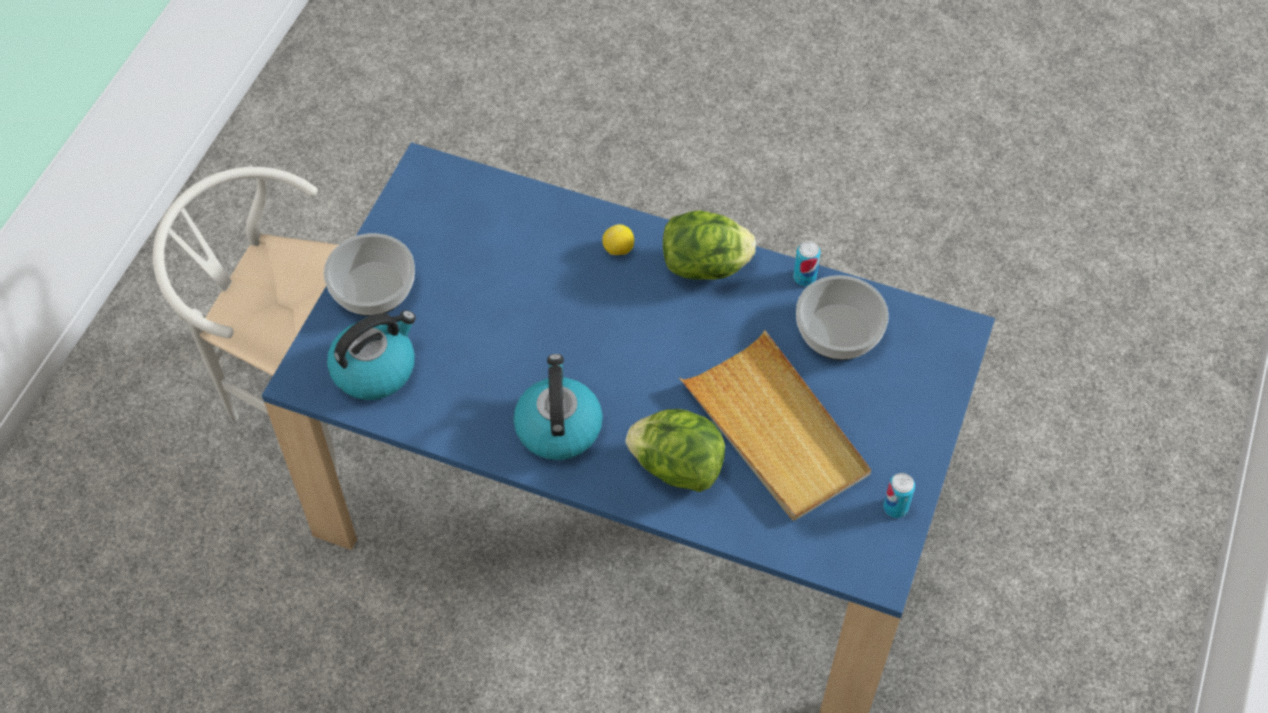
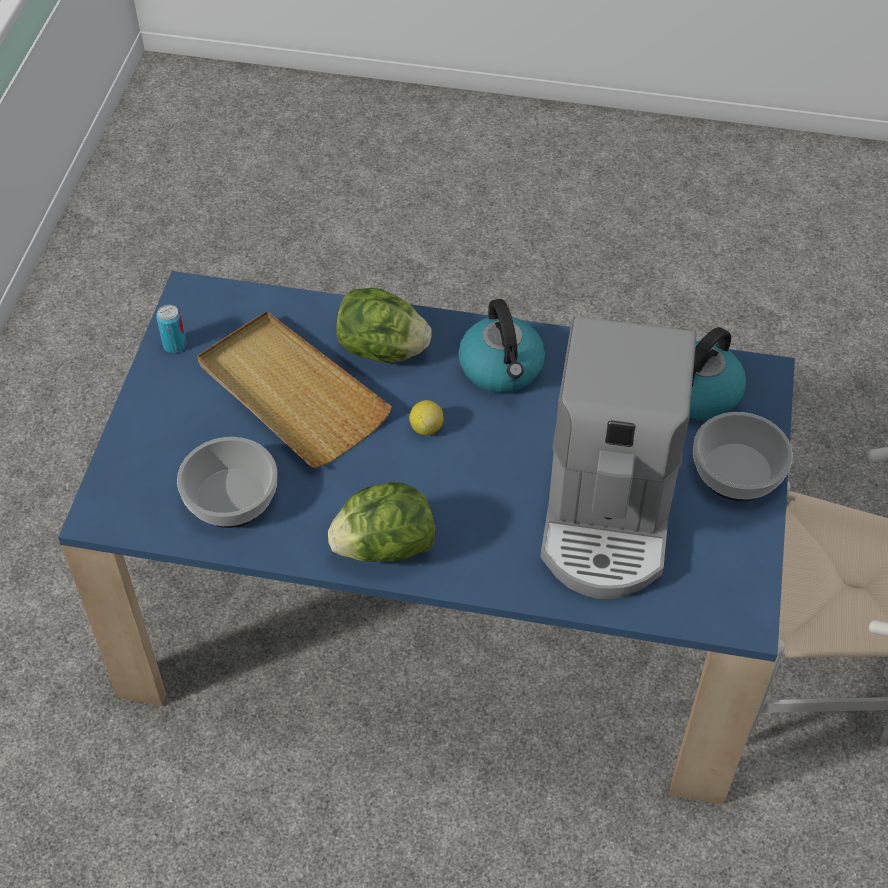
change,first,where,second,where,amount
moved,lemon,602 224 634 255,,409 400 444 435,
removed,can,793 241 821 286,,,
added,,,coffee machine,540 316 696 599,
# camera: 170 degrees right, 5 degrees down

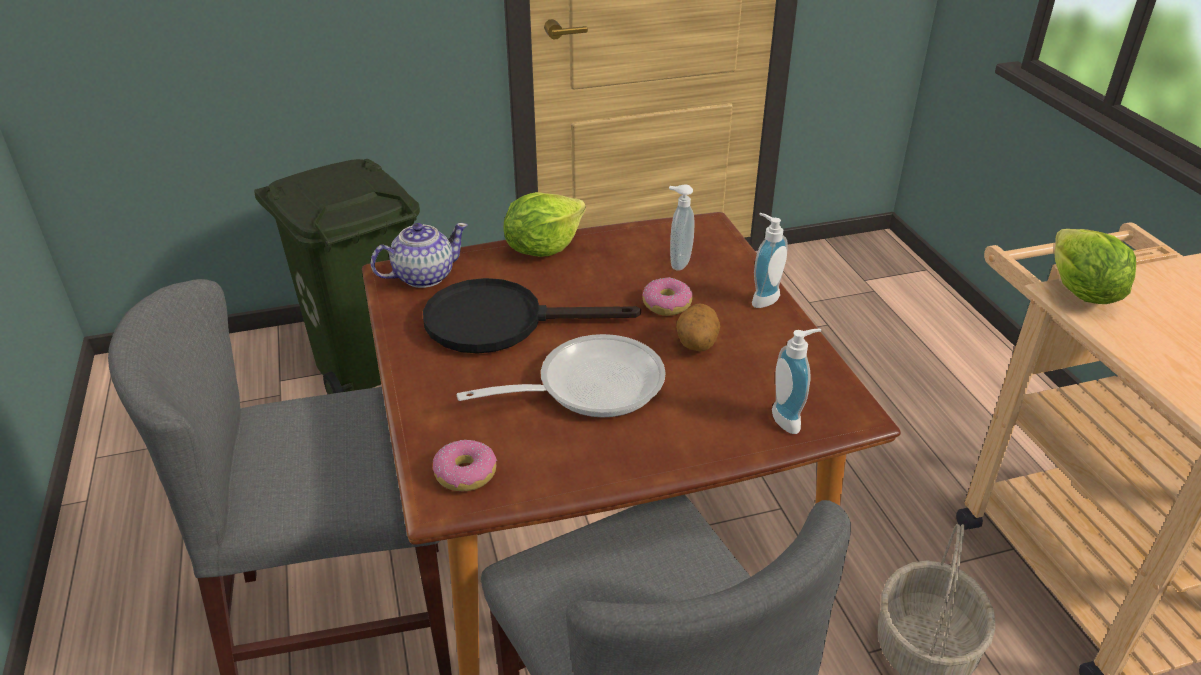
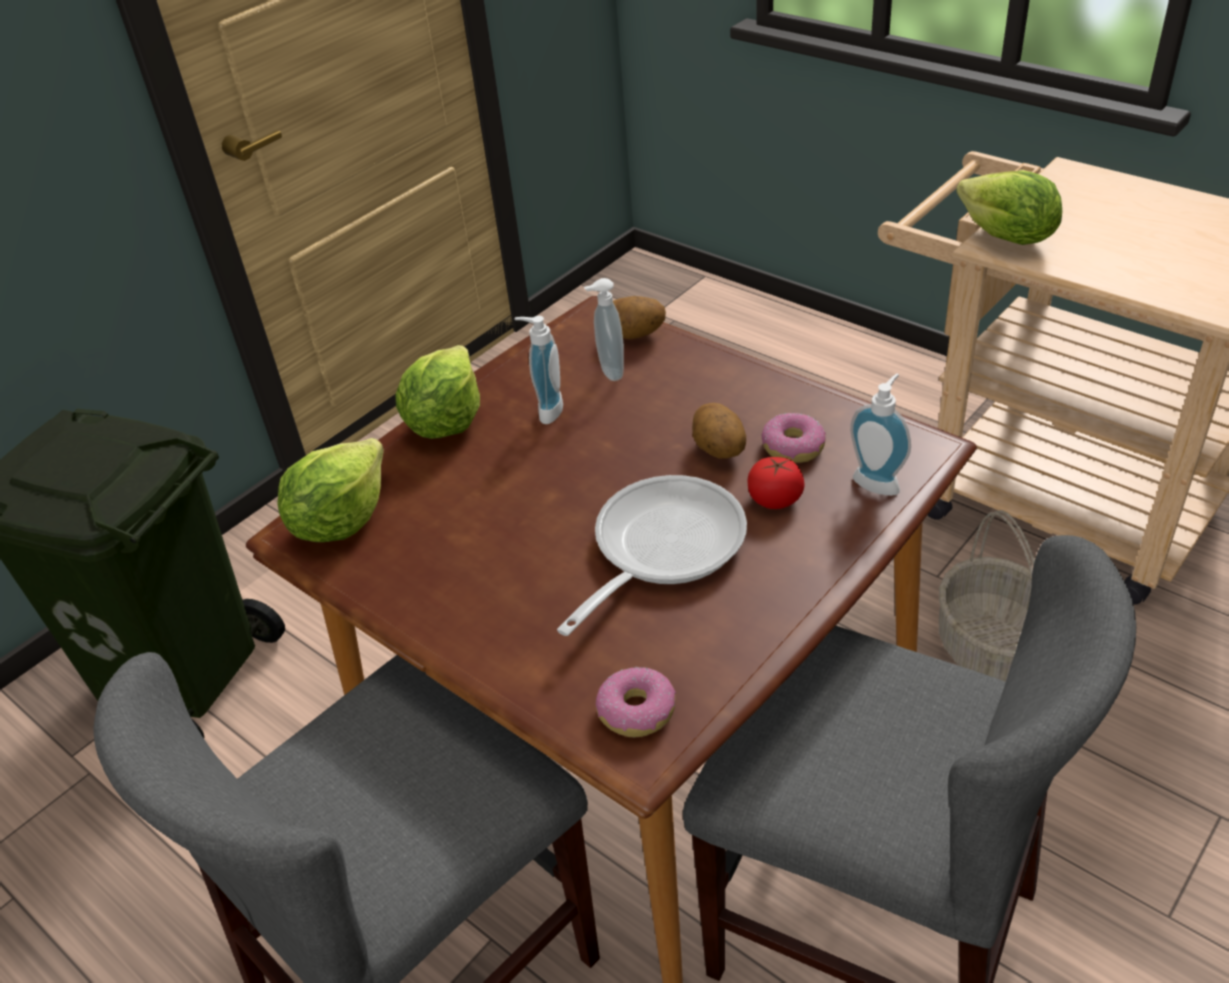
change,first,where,second,where,amount
moved,soap dispenser,752 213 788 308,,515 316 563 424,
replaced,teapot,371 223 468 288,lettuce,278 438 384 542,
moved,donut,642 277 692 316,,762 413 826 463,
removed,black frying pan,423 278 641 354,,,
added,,,potato,613 296 666 340,
added,,,tomato,747 457 804 509,
# camera: 30 degrees left, 5 degrees up

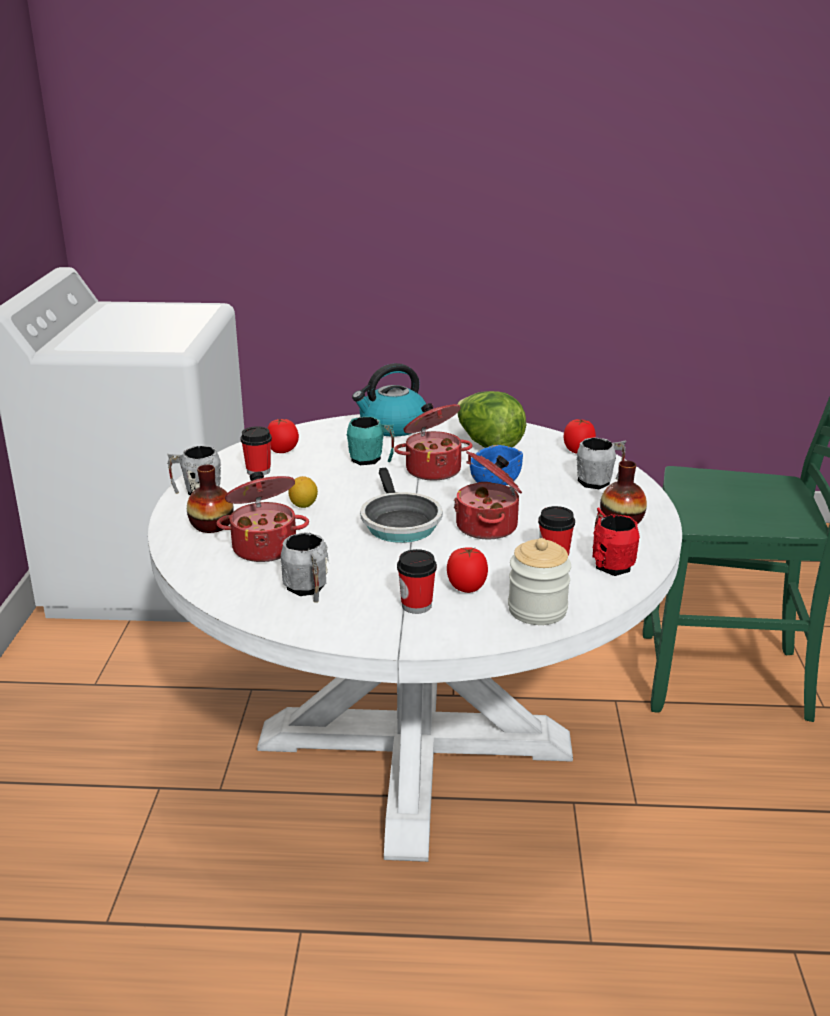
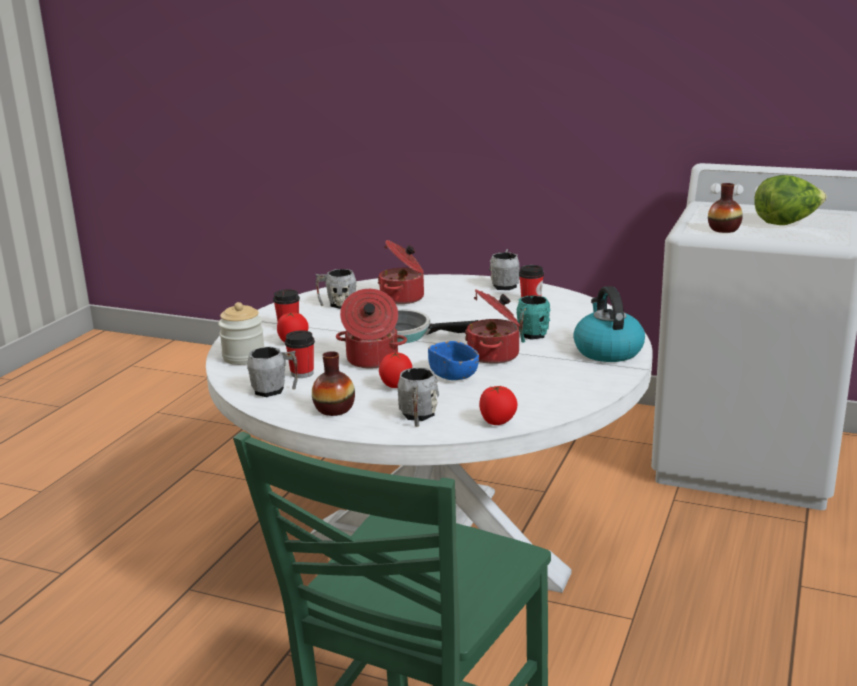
change,first,where,second,where,amount
moved,lettuce,457 391 526 448,,754 175 827 225,
moved,tomato,268 418 299 453,,379 352 413 388,
moved,vase,187 465 234 533,,708 183 743 233,
removed,lemon,288 476 318 508,,,
recoloured,red mug,593 507 640 576,grey mug,247 346 298 397,
# camera: 110 degrees right, 5 degrees down

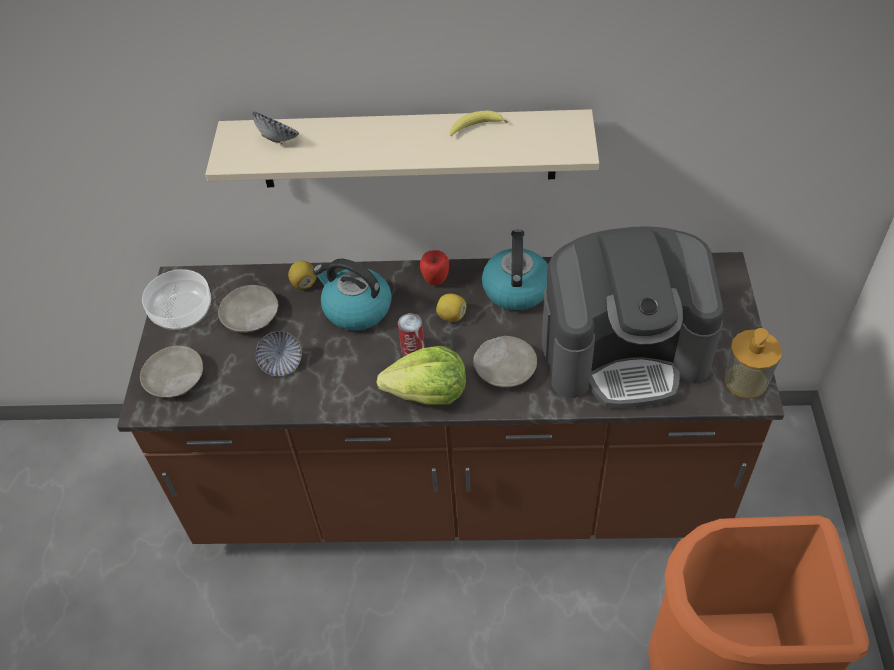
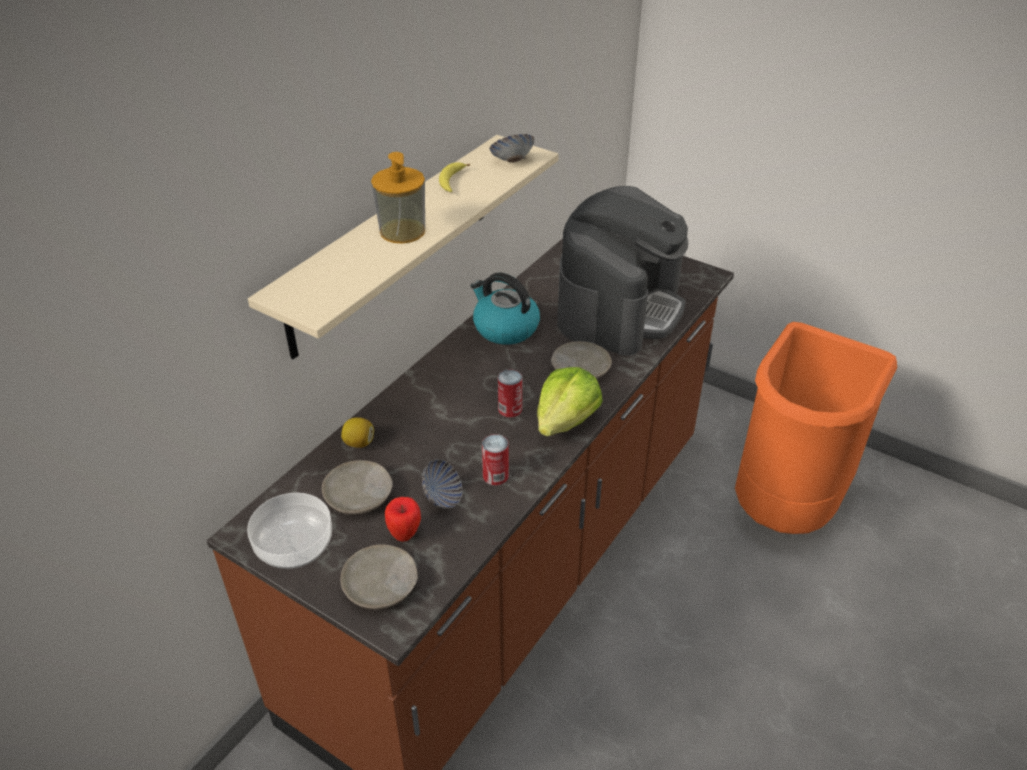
change,first,where,second,where,amount
moved,bowl,252 111 299 144,,490 134 534 163,
moved,apple,420 250 449 285,,385 497 421 542,
removed,kettle,313 259 392 331,,,
removed,lemon,436 293 467 322,,,
moved,soap dispenser,725 328 782 398,,371 152 425 243,
added,,,can,482 434 509 486,
# camera: 60 degrees left, 10 degrees down

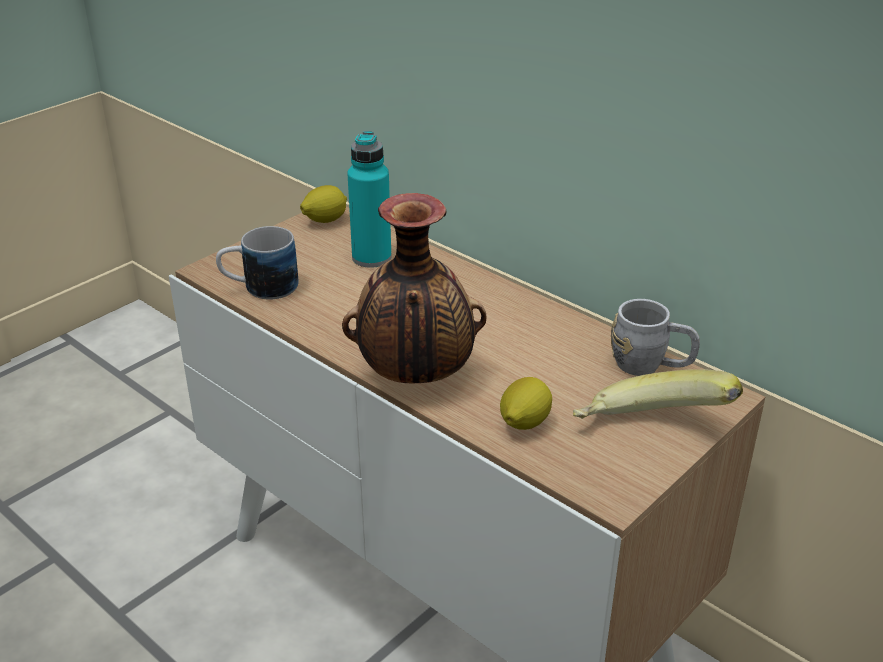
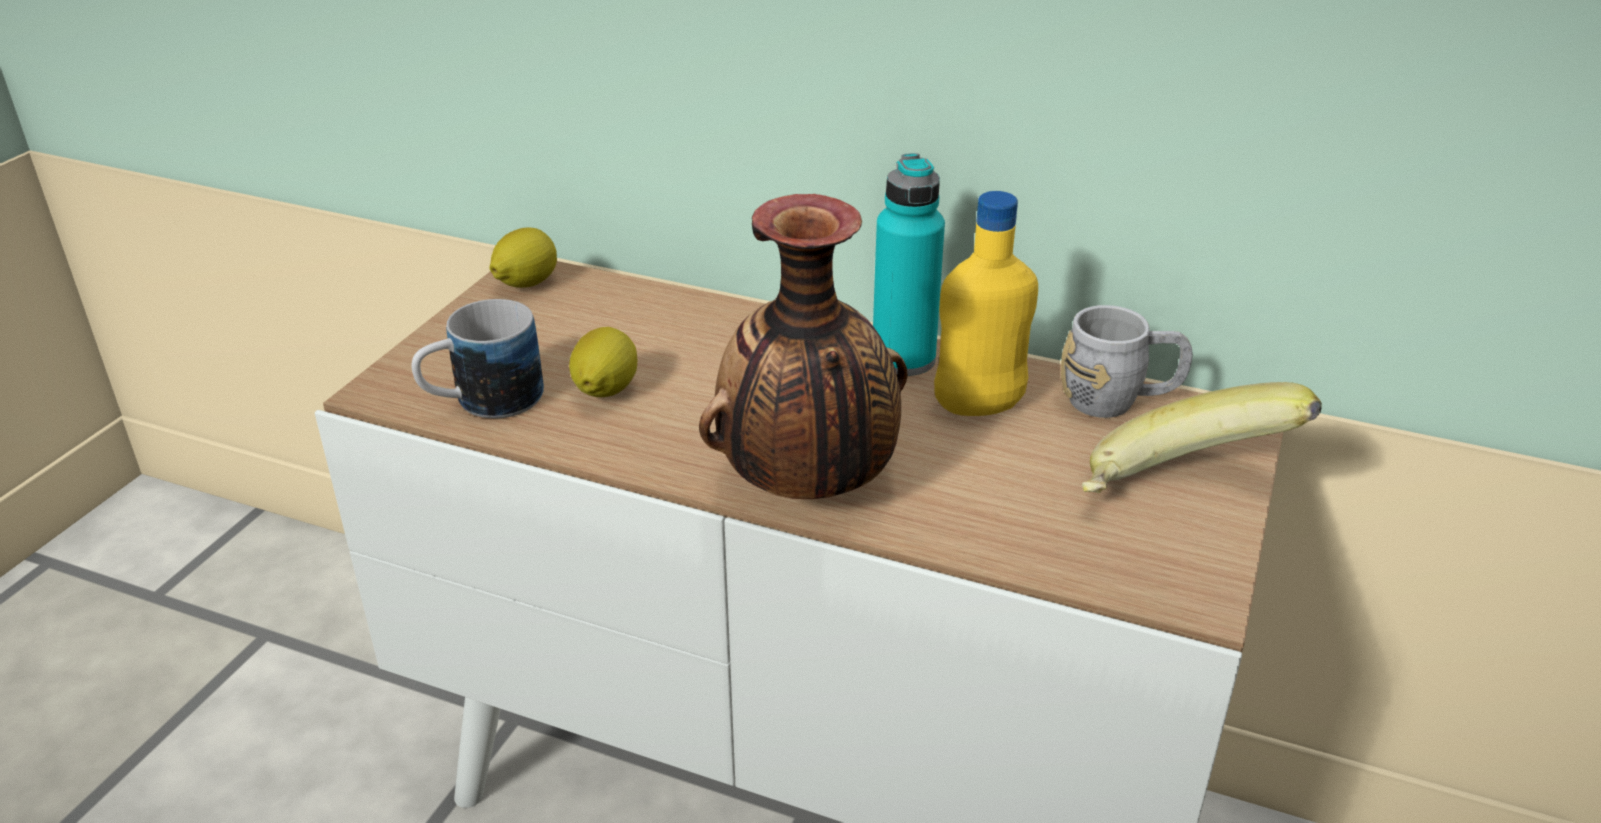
change,first,where,second,where,amount
moved,turquoise bottle,347 131 391 268,,873 153 945 376,
moved,lemon,500 377 552 430,,569 327 637 397,
added,,,yellow bottle,934 191 1038 416,
# camera: 20 degrees left, 0 degrees up

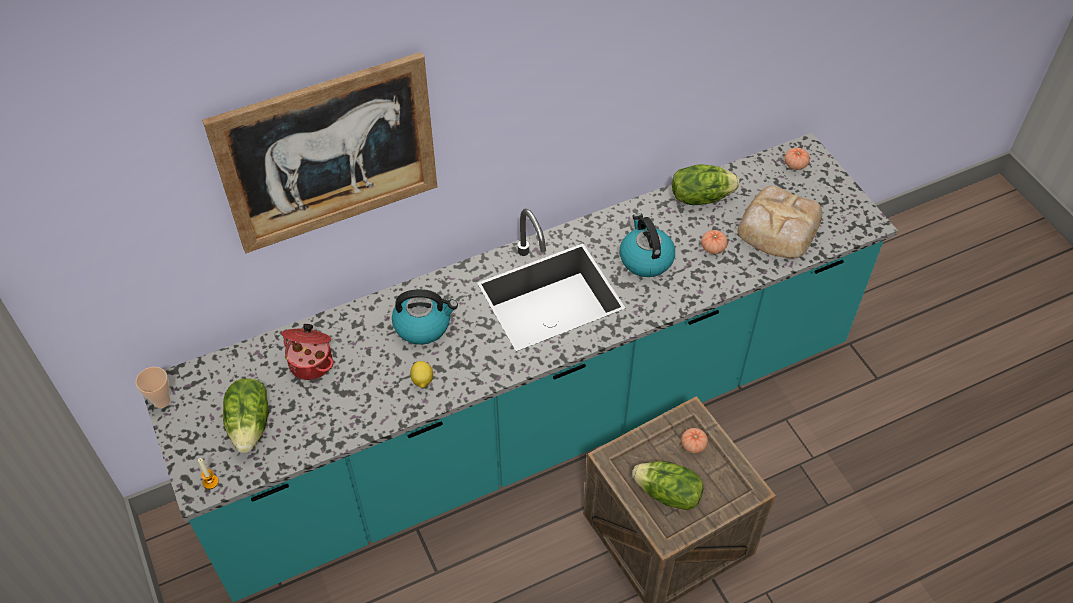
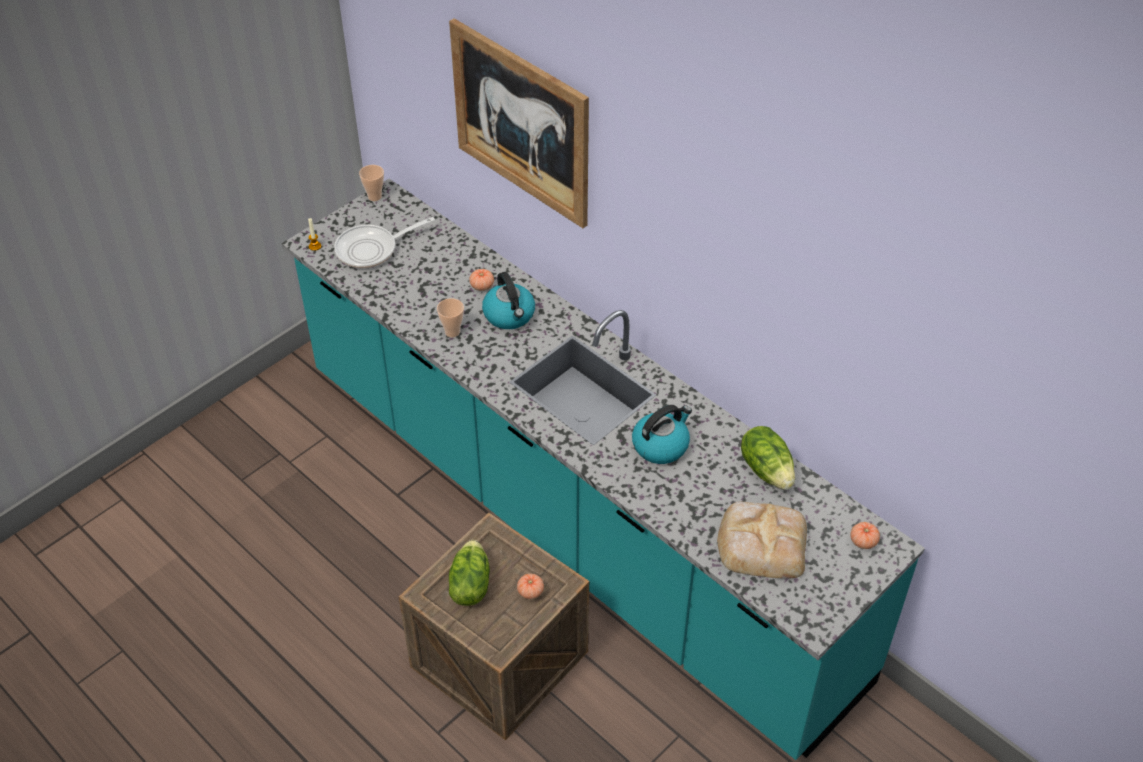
change,first,where,second,where,amount
moved,tomato,701 230 728 254,,469 269 494 291,
removed,cooking pot,282 324 333 380,,,
replaced,lemon,410 361 433 388,cup,437 298 464 337,
replaced,lettuce,223 378 269 453,frying pan,334 217 435 268,
# camera: 70 degrees right, 5 degrees down

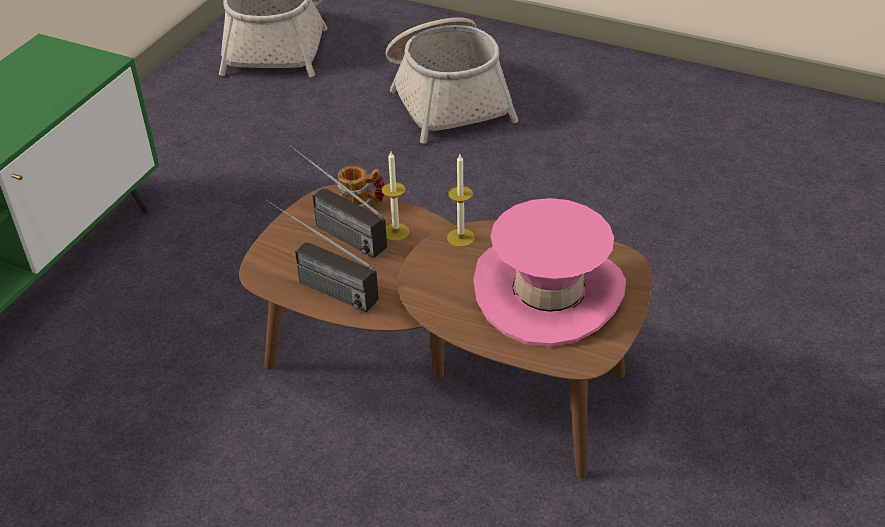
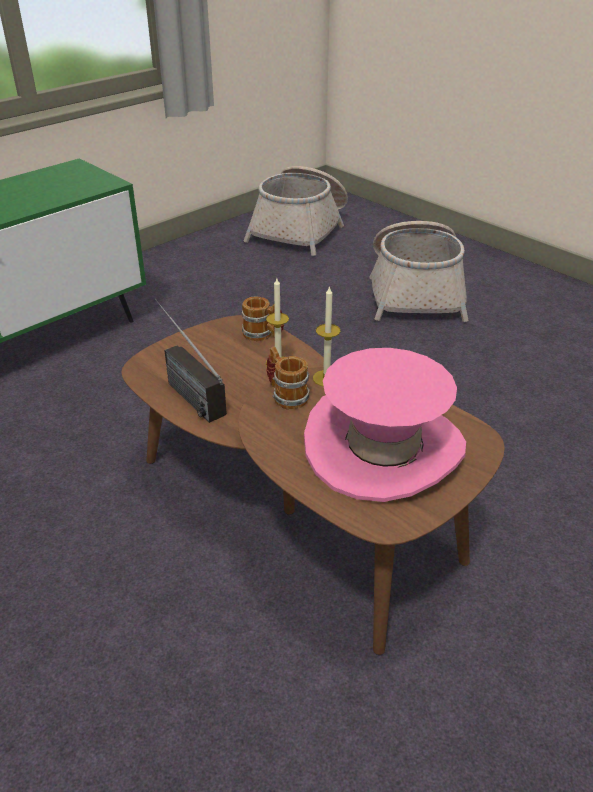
change,first,where,second,where,amount
removed,radio,290 145 387 258,,,
added,,,mug,266 346 310 410,
# camera: 20 degrees right, 5 degrees down

